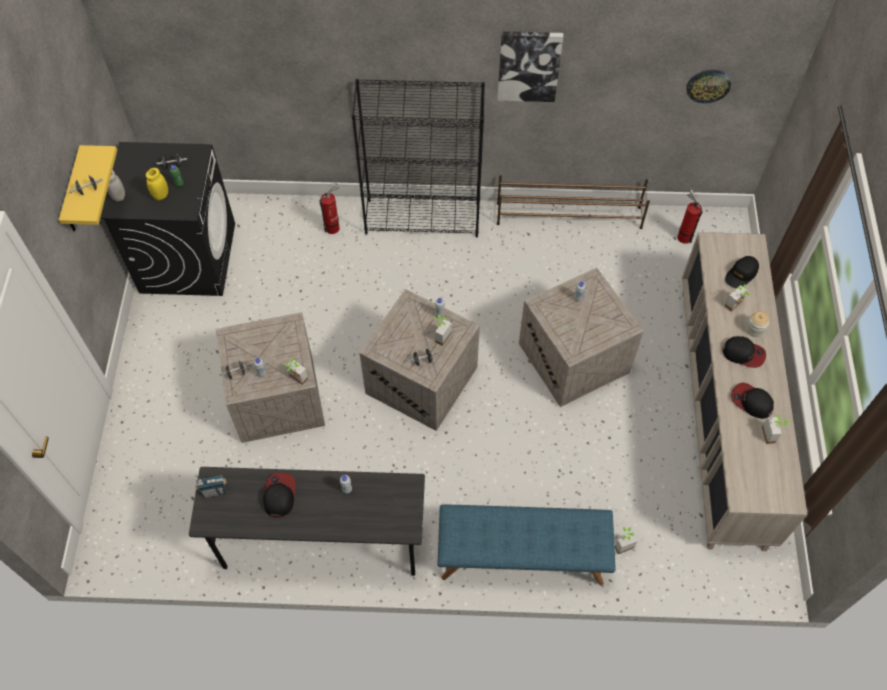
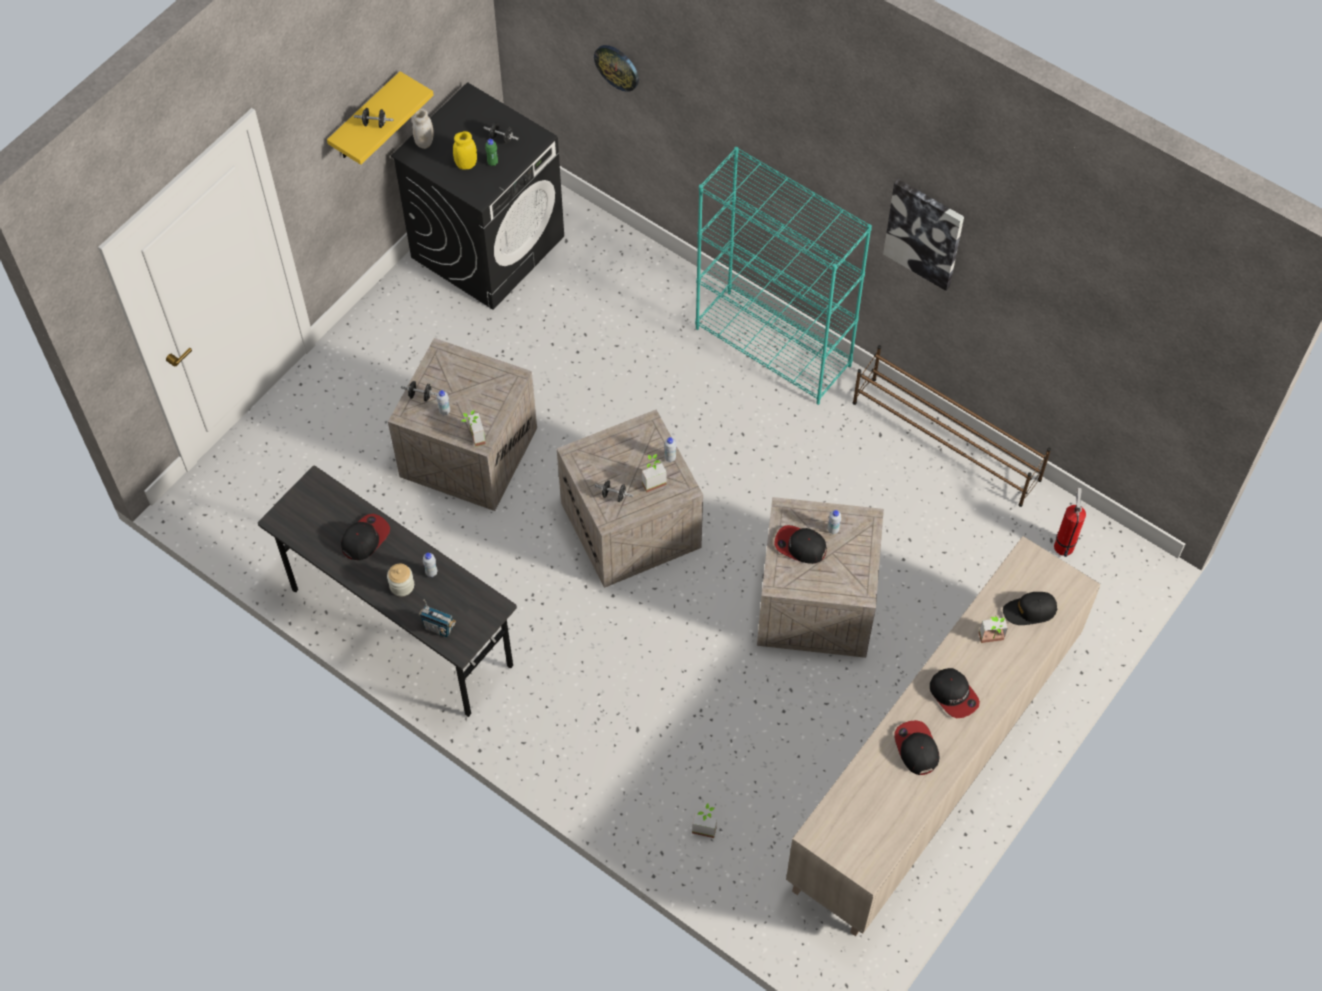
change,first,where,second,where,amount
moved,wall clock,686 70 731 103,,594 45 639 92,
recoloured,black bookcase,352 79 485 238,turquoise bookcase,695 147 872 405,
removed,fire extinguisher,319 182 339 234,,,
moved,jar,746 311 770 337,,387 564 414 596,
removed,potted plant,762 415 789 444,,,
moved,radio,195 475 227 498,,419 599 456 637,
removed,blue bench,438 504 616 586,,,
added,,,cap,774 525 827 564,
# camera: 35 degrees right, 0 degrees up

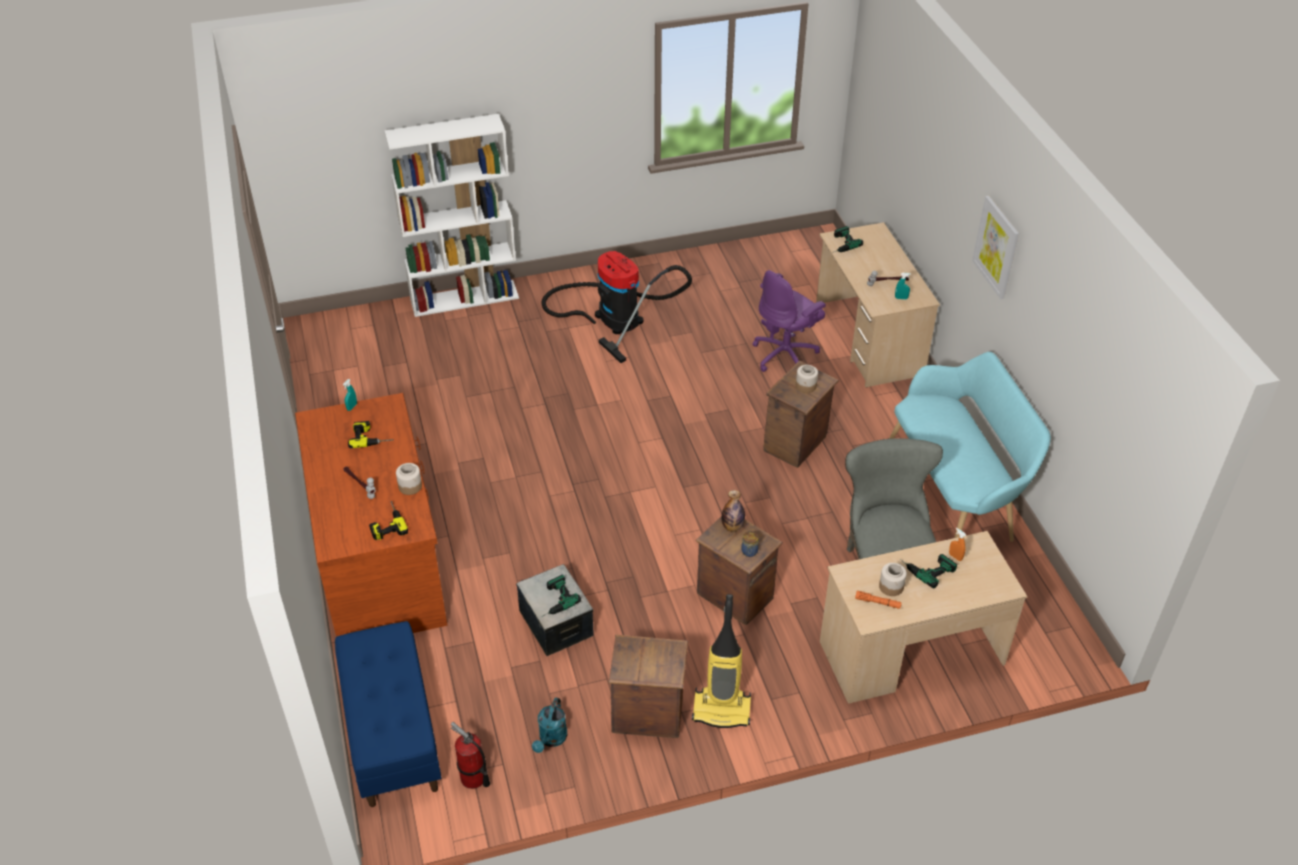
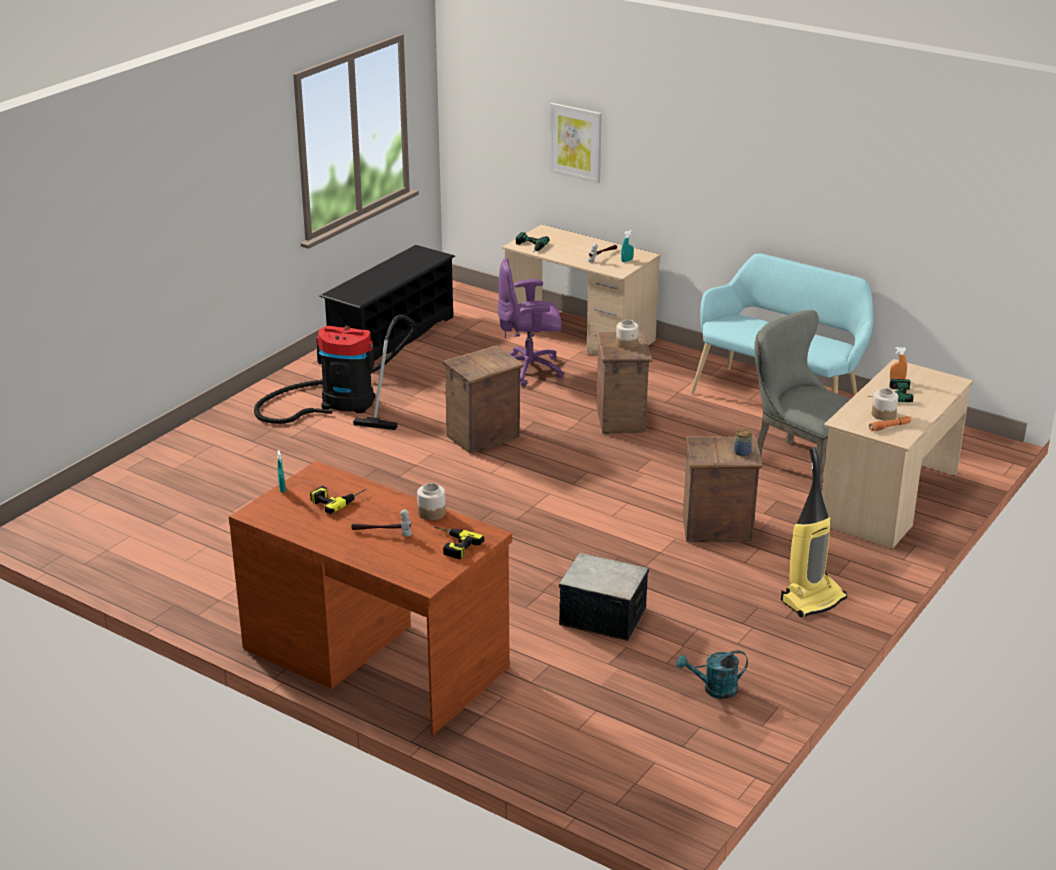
change,first,where,second,where,amount
removed,white bookcase,384 114 519 317,,,
moved,picture,972 196 1019 299,,549 103 602 183,
turned,purple office chair,752 270 826 372,,497 258 564 387,75 degrees clockwise
removed,bottle,722 490 745 532,,,
removed,power drill,543 574 581 616,,,
removed,blue bench,335 621 441 807,,,
moved,crate,609 635 688 738,,443 345 524 454,
turned,turquoise watering can,532 697 567 753,,676 650 748 699,105 degrees clockwise
removed,fire extinguisher,451 722 490 789,,,
added,,,black shoe rack,319 245 455 361,
# camera: 40 degrees left, 15 degrees down

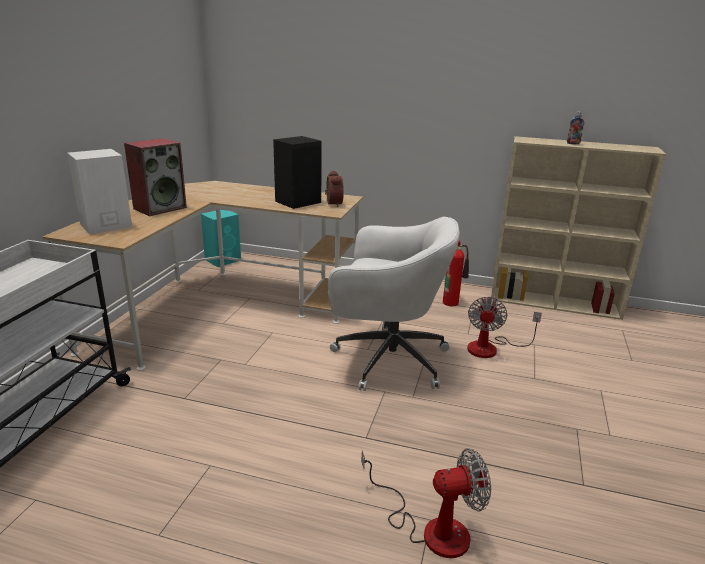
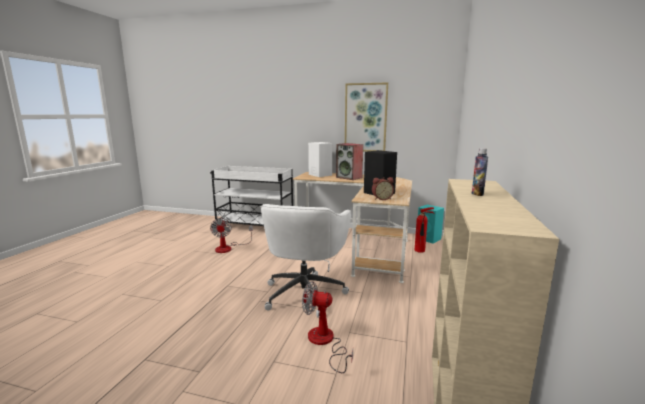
change,first,where,second,where,amount
moved,fire extinguisher,443 240 469 306,,415 207 434 253,
moved,fan,361 448 491 558,,210 218 253 253,
added,,,picture,345 82 388 152,
# camera: 90 degrees right, 10 degrees down

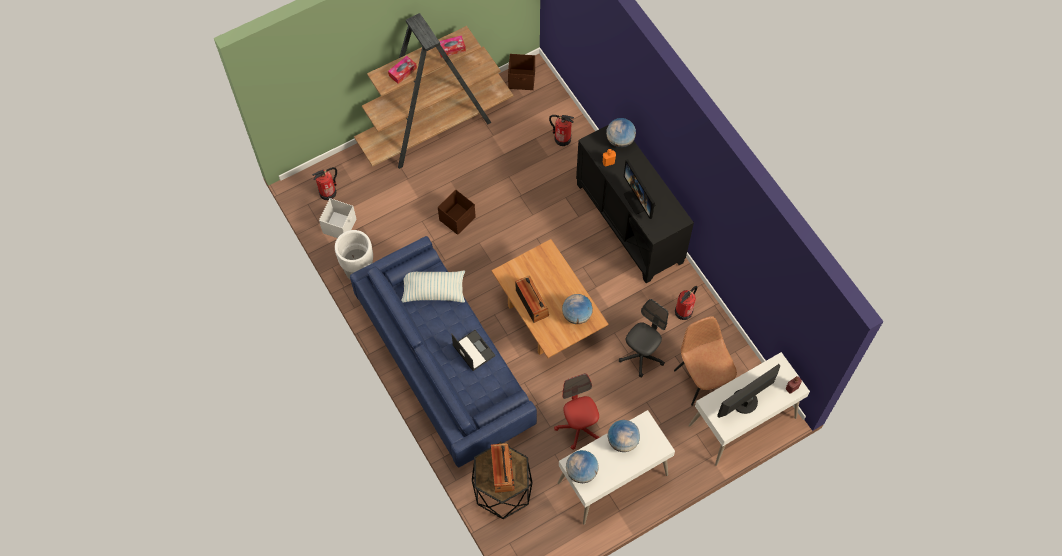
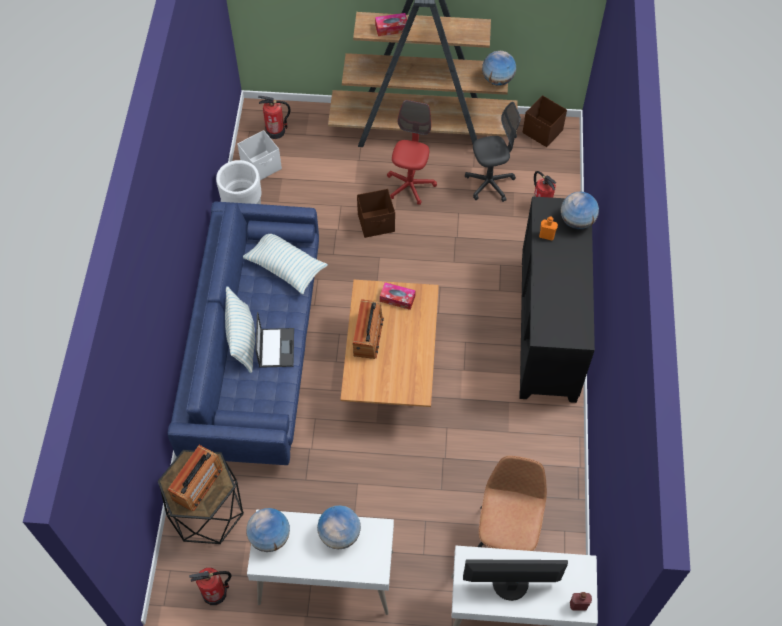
change,first,where,second,where,amount
moved,tissue box,439 35 466 57,,380 282 416 310,
removed,monitor,624 159 656 219,,,
moved,fire extinguisher,675 286 697 320,,189 568 231 605,
moved,globe,562 294 593 324,,482 51 516 86,
moved,grey office chair,619 299 668 377,,465 102 521 202,
moved,red office chair,554 373 599 450,,387 100 437 205,
added,,,pillow,225 286 255 373,
# camera: 35 degrees right, 5 degrees down

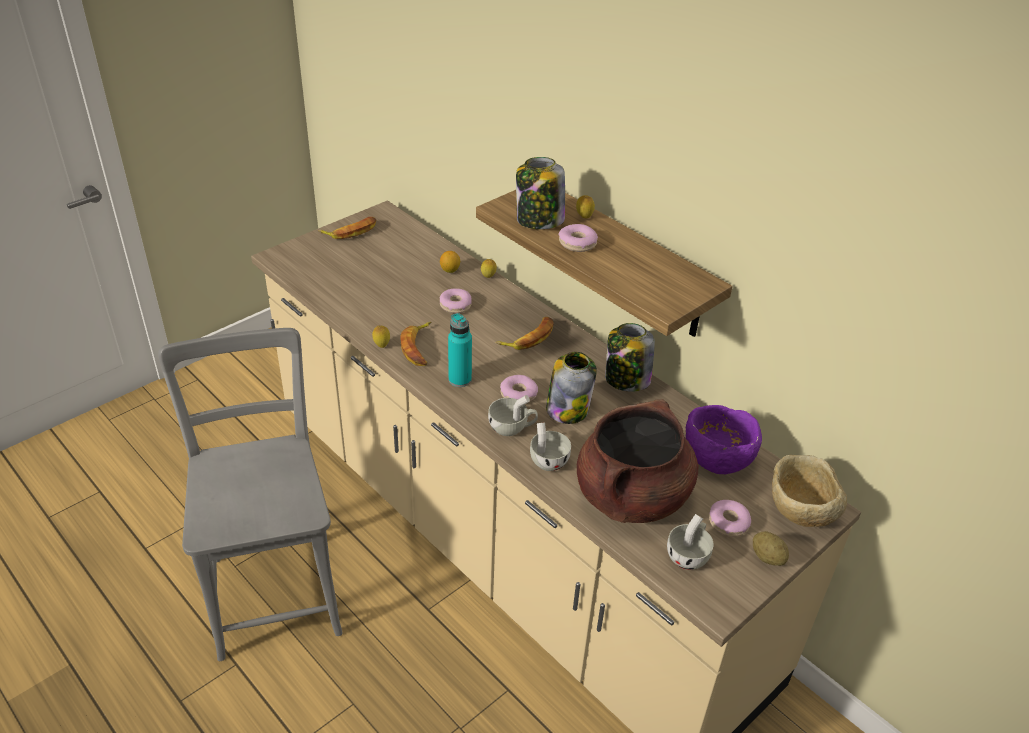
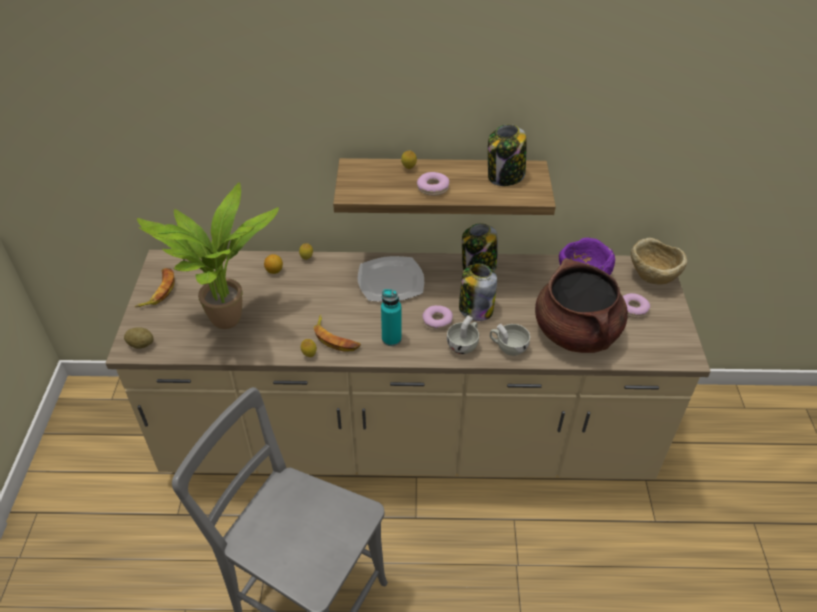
change,first,where,second,where,amount
moved,jar,516 157 565 229,,488 124 526 186,
removed,donut,440 288 472 313,,,
replaced,banana,496 317 554 350,plate,358 256 424 302,
removed,white cup,667 514 713 570,,,
moved,potato,753 531 789 566,,124 327 153 349,
added,,,potted plant,137 183 279 329,
# camera: 45 degrees left, 5 degrees up

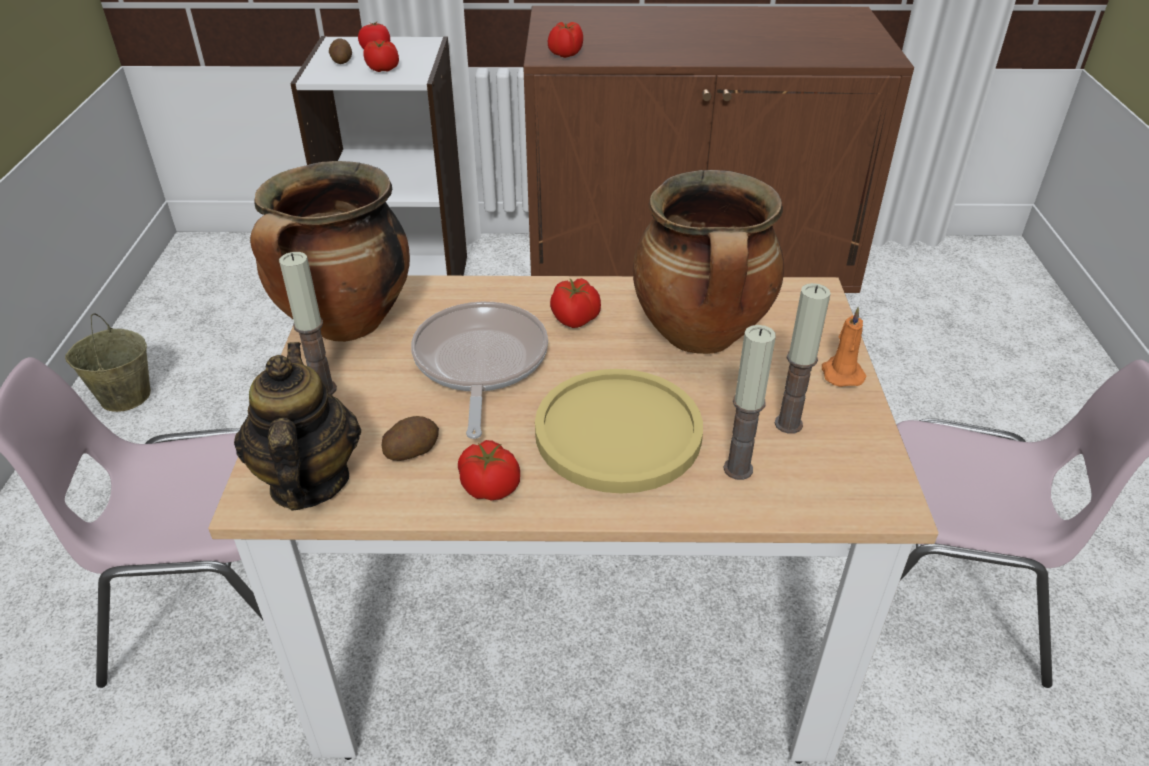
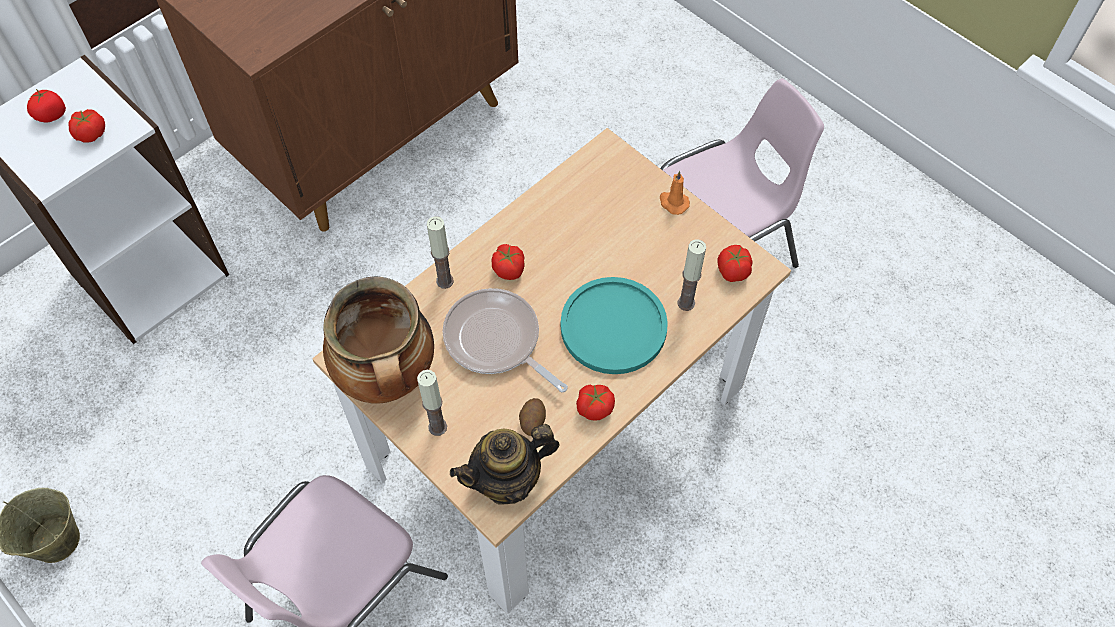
change,first,where,second,where,amount
moved,tomato,548 22 583 58,,717 245 752 282,
removed,potato,329 38 352 64,,,
removed,cooking pot,633 170 784 354,,,
moved,candle,774 283 830 434,,427 216 454 289,
turned,teapot,234 342 361 511,,450 424 559 505,60 degrees counterclockwise
recoloured,yellow plate,535 369 703 494,turquoise plate,561 277 668 374,
# camera: 45 degrees left, 20 degrees up

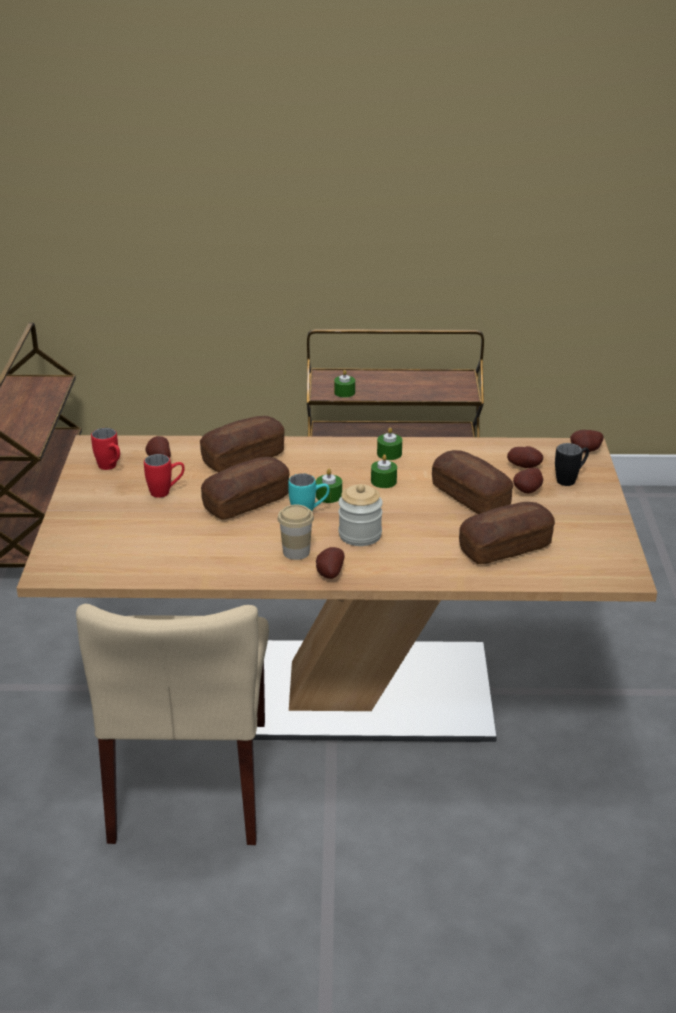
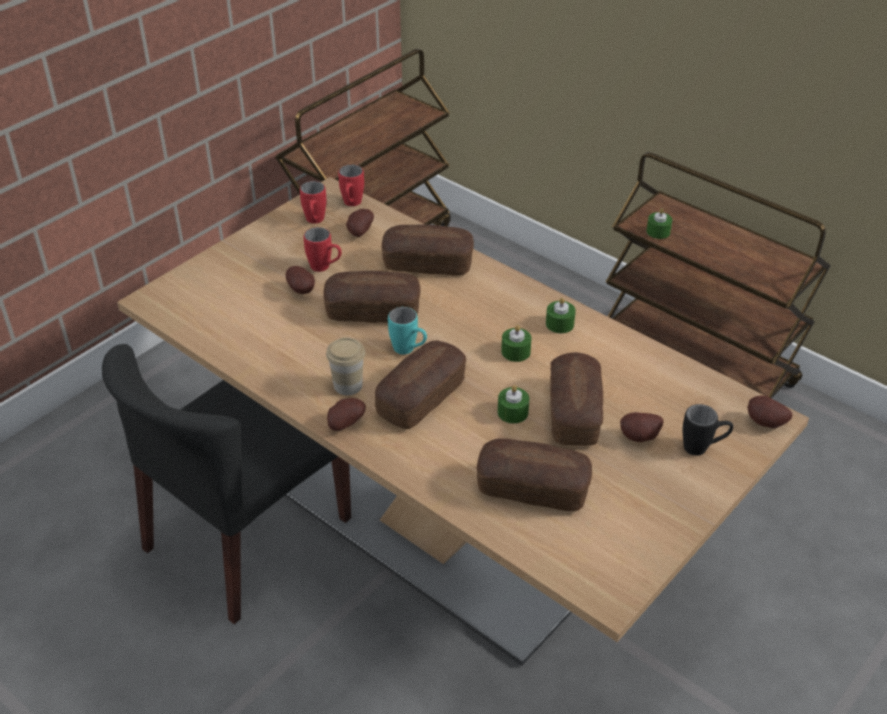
change,first,where,second,where,amount
moved,potato,507 446 543 468,,285 266 315 294,
moved,green candle,316 469 342 503,,498 385 529 424,
replaced,jar,338 484 383 546,bread,375 340 466 429,
recoloured,beige chair,76 604 269 845,black chair,102 344 351 624,
added,,,red mug,338 165 364 206,
# camera: 40 degrees right, 10 degrees up

